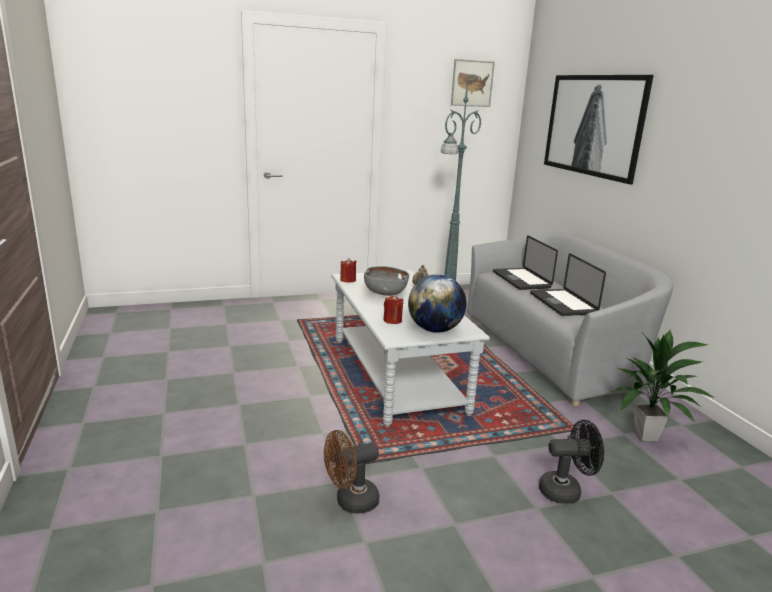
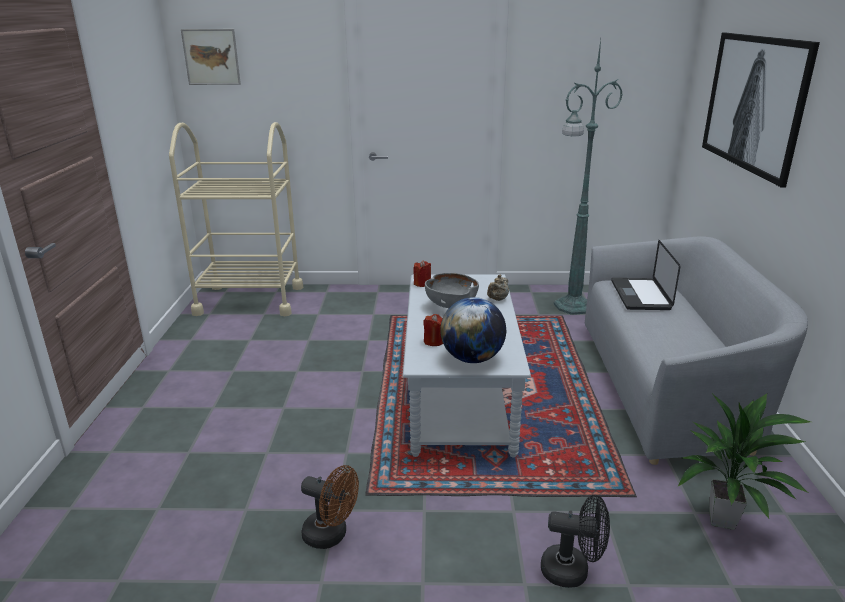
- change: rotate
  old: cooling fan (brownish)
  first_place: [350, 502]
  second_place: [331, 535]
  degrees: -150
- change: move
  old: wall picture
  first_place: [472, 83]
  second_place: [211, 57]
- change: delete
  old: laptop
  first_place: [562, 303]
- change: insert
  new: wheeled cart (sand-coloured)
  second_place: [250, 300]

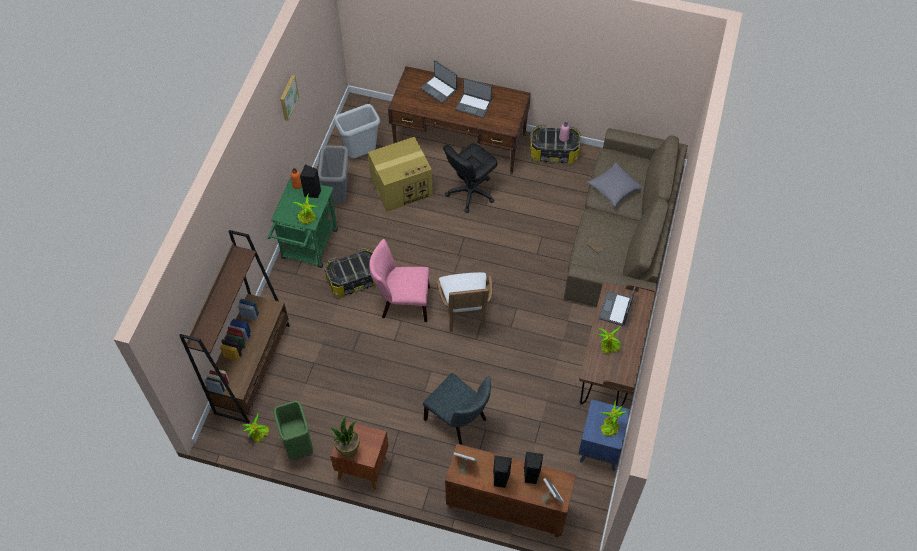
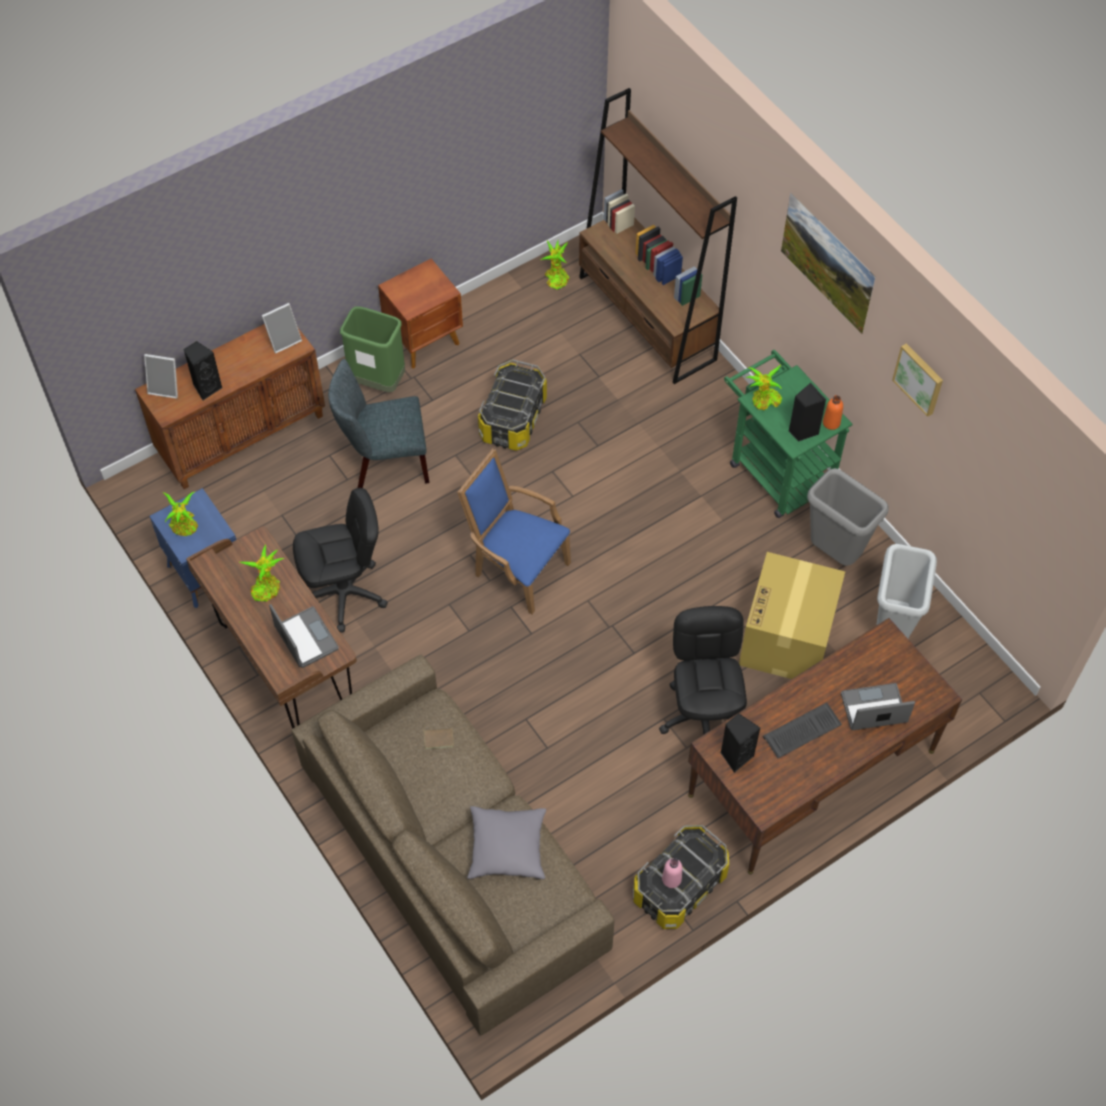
- change: move
  old: trash can (green)
  first_place: [298, 445]
  second_place: [378, 381]
- change: move
  old: storage bin
  first_place: [354, 279]
  second_place: [513, 419]
- change: delete
  old: houseplant
  first_place: [348, 449]
- change: delete
  old: plain chair (pink)
  first_place: [402, 303]
- change: recolor
  old: armchair (whitish)
  new: armchair (blue-coloured)
  first_place: [465, 314]
  second_place: [516, 568]
- change: replace
  old: laptop
  new: computer keyboard
  first_place: [473, 105]
  second_place: [801, 732]
- change: move
  old: audio speaker (black-coloured)
  first_place: [500, 479]
  second_place: [735, 756]
- change: insert
  new: desk chair (black-coloured)
  second_place: [345, 594]
- change: insert
  new: wall picture
  second_place: [823, 278]

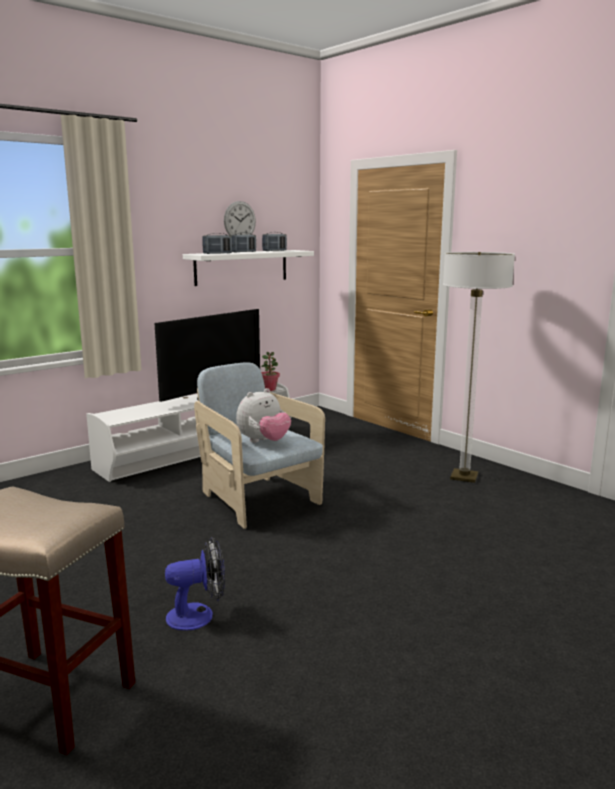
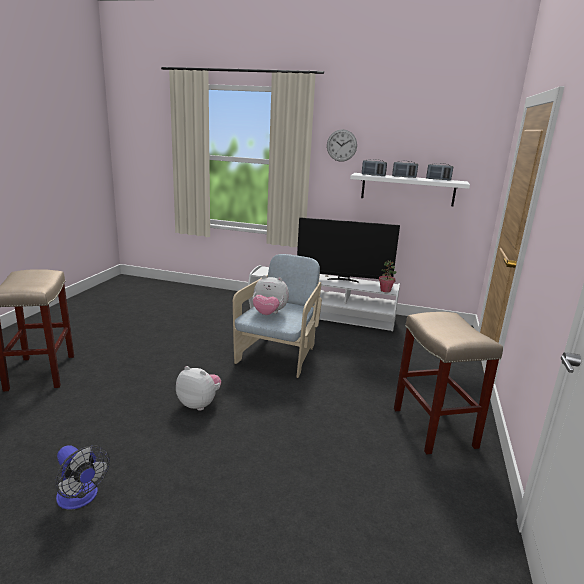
- change: move
  old: cooling fan
  first_place: [198, 615]
  second_place: [81, 498]
- change: move
  old: clock on the wall
  first_place: [239, 221]
  second_place: [341, 145]
- change: replace
  old: standing lamp
  new: sitting stool (sand-coloured)
  first_place: [464, 477]
  second_place: [435, 428]
- change: insert
  new: plush toy
  second_place: [199, 404]

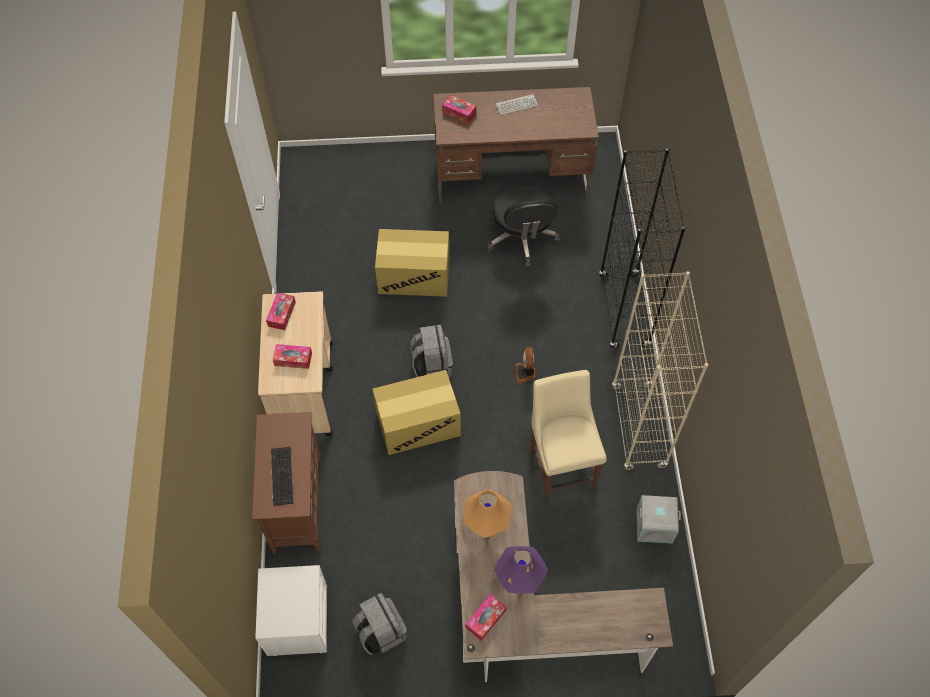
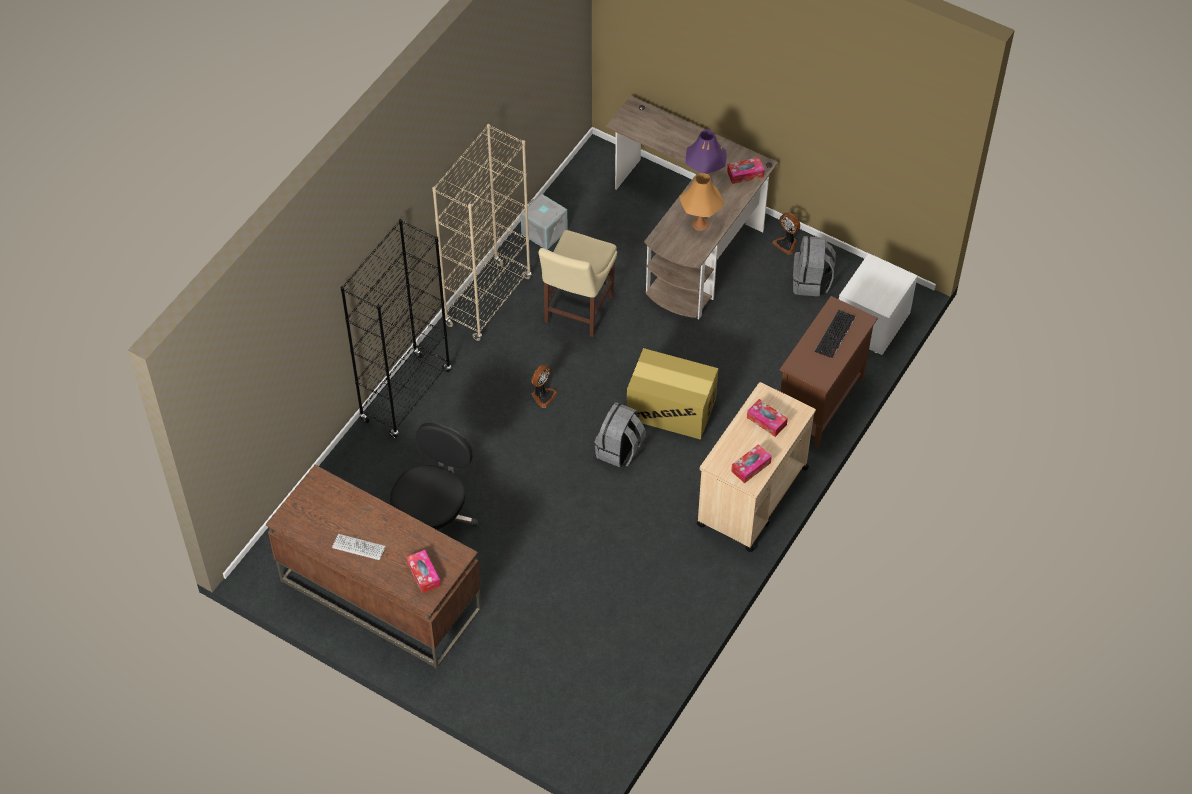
- change: delete
  old: cardboard box
  first_place: [413, 276]
- change: insert
  new: cooling fan
  second_place: [786, 243]

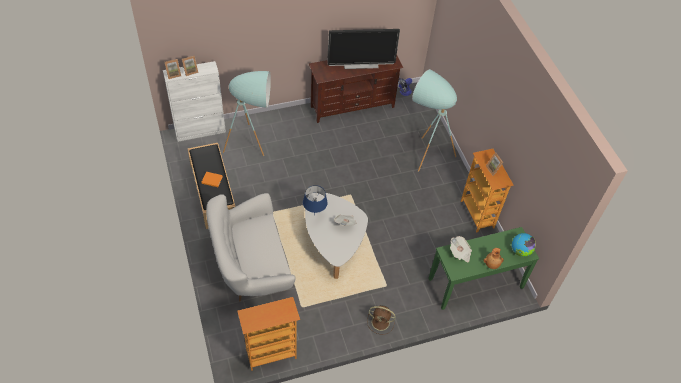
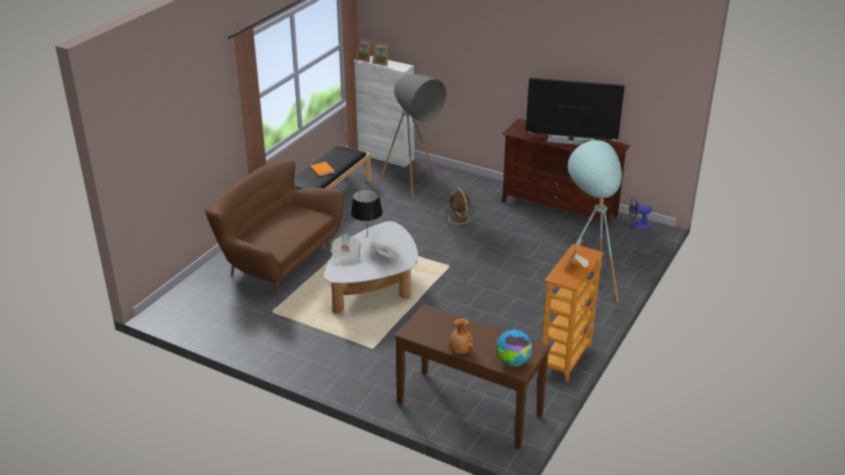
- change: recolor
  old: sofa (whitish)
  new: sofa (brownish)
  first_place: [251, 266]
  second_place: [278, 260]
- change: recolor
  old: standing lamp (turquoise)
  new: standing lamp (gray)
  first_place: [253, 145]
  second_place: [415, 187]
- change: delete
  old: shelving unit
  first_place: [271, 355]
- change: recolor
  old: lamp for a table (blue-coloured)
  new: lamp for a table (black-coloured)
  first_place: [314, 215]
  second_place: [367, 236]
- change: rotate
  old: TV
  first_place: [360, 64]
  second_place: [571, 140]
  degrees: 150
- change: move
  old: cooling fan (brownish)
  first_place: [381, 322]
  second_place: [459, 219]
- change: recolor
  old: hall table (green)
  new: hall table (brownish)
  first_place: [476, 283]
  second_place: [469, 409]
- change: move
  old: printed paper
  first_place: [460, 253]
  second_place: [346, 258]

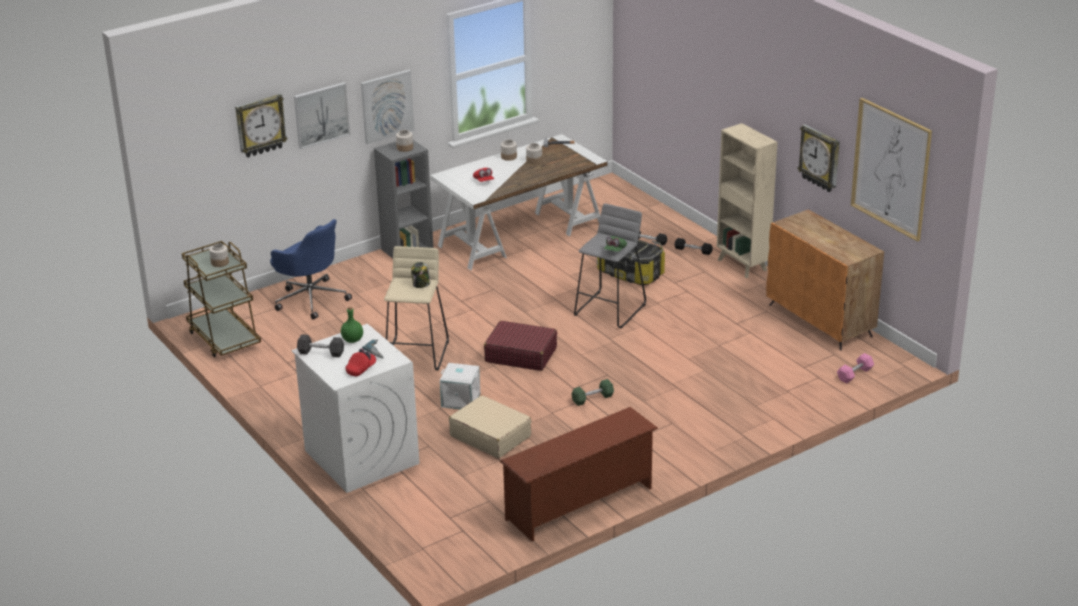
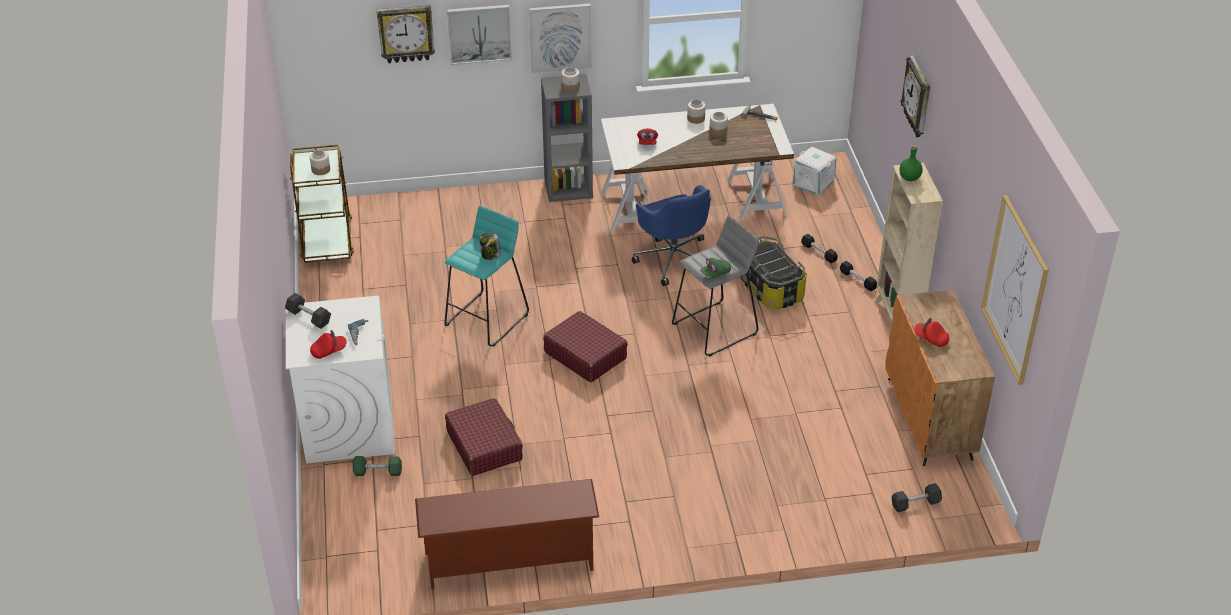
- change: move
  old: desk chair (blue-coloured)
  first_place: [311, 299]
  second_place: [674, 258]
- change: move
  old: bottle (green)
  first_place: [353, 340]
  second_place: [910, 178]
- change: recolor
  old: sitting stool (sand-coloured)
  new: sitting stool (turquoise)
  first_place: [417, 354]
  second_place: [487, 319]
- change: move
  old: storage bin (whitish)
  first_place: [461, 399]
  second_place: [814, 183]
- change: recolor
  old: travel case (sand-coloured)
  new: travel case (red)
  first_place: [490, 436]
  second_place: [484, 445]
- change: move
  old: dumbbell (green)
  first_place: [592, 398]
  second_place: [378, 472]
- change: move
  old: clock on the wall
  first_place: [820, 158]
  second_place: [918, 98]
- change: recolor
  old: dumbbell (pink)
  new: dumbbell (gray)
  first_place: [855, 374]
  second_place: [915, 504]
- change: insert
  new: peaked cap (red)
  second_place: [931, 339]

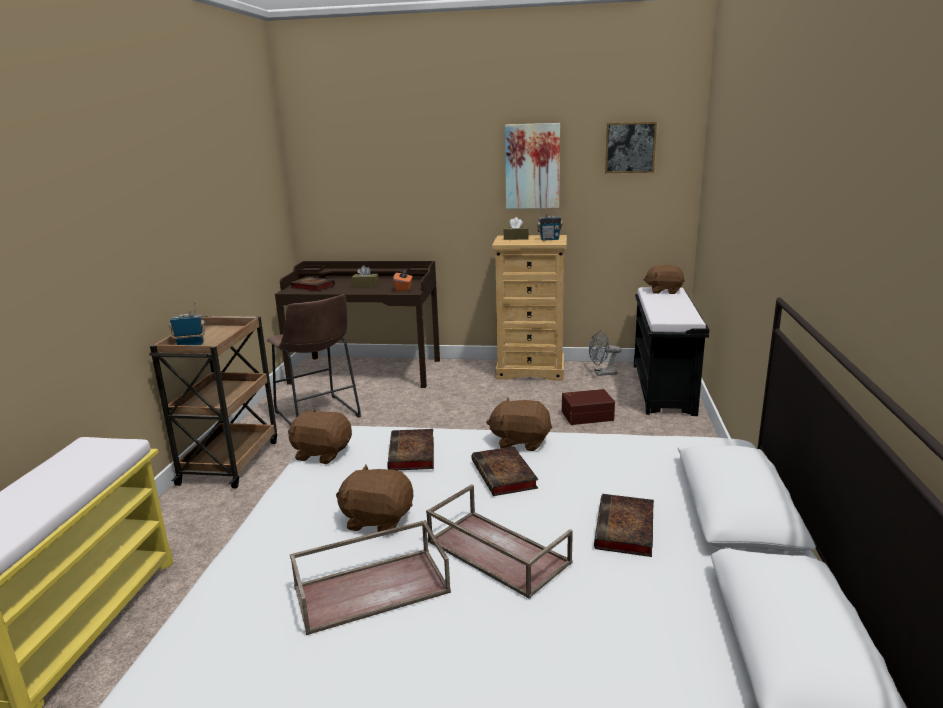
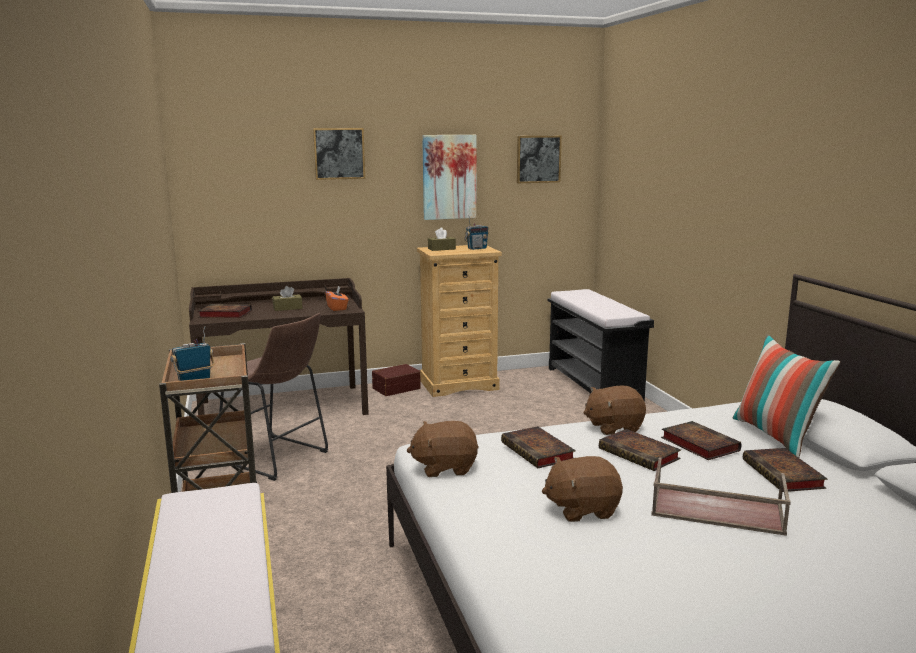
- change: delete
  old: serving tray (brownish)
  first_place: [373, 588]
- change: move
  old: storage bin (brownish)
  first_place: [587, 415]
  second_place: [395, 388]
- change: delete
  old: cooling fan (gray)
  first_place: [602, 373]
- change: delete
  old: plush toy (brownish)
  first_place: [664, 291]
- change: insert
  new: wall picture
  second_place: [339, 153]
- change: insert
  new: bound book
  second_place: [697, 444]
- change: insert
  new: throw pillow
  second_place: [776, 436]

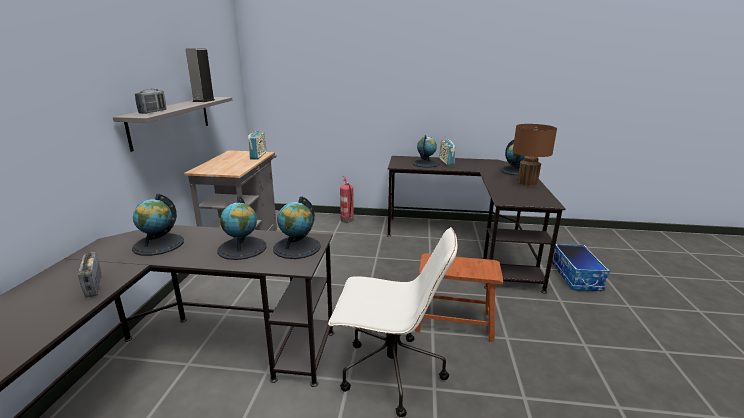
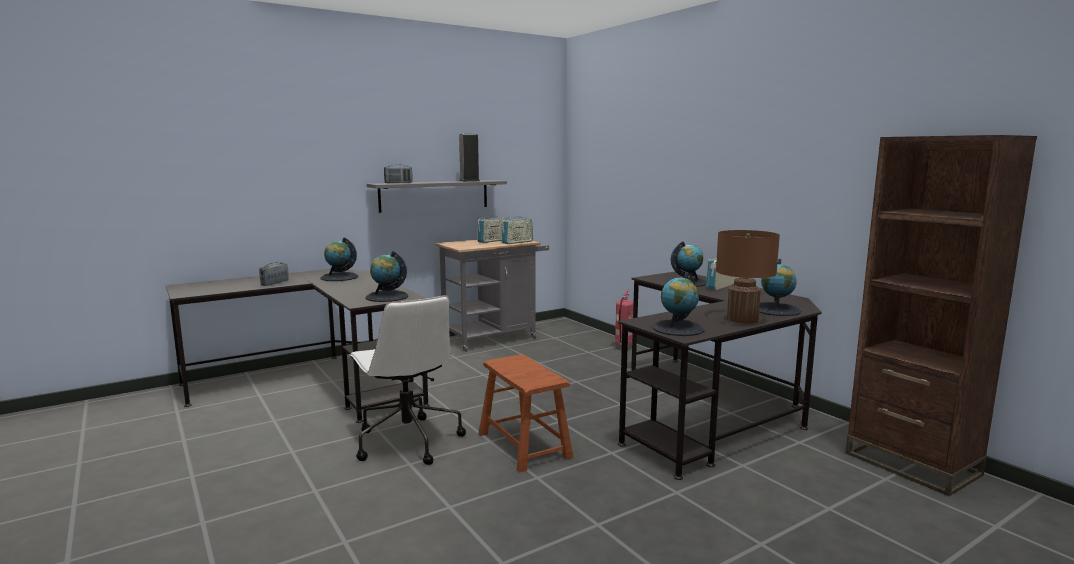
- change: move
  old: globe
  first_place: [242, 248]
  second_place: [678, 328]
- change: delete
  old: storage bin
  first_place: [576, 277]
- change: insert
  new: radio set
  second_place: [492, 241]
- change: insert
  new: shelving unit (brownish)
  second_place: [911, 464]

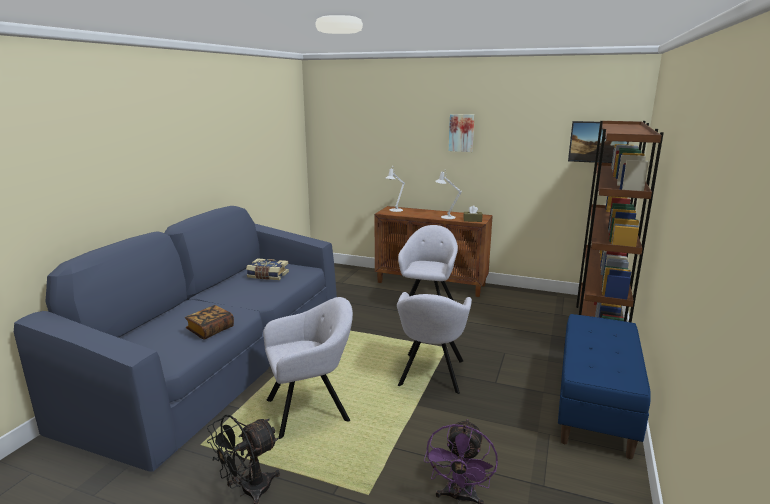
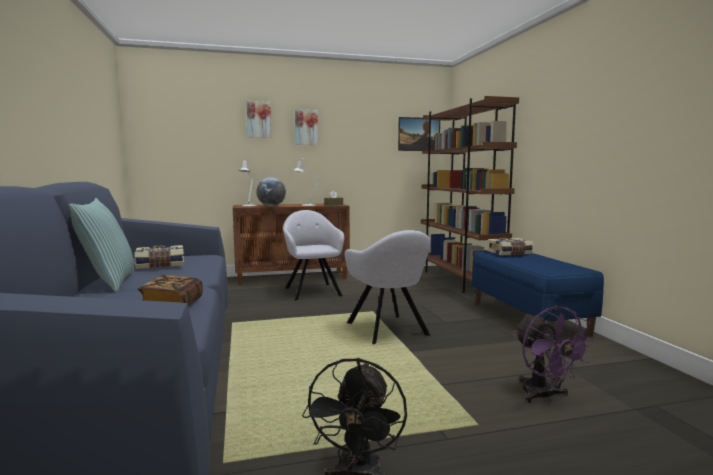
- change: delete
  old: armchair (gray)
  first_place: [311, 409]
- change: insert
  new: throw pillow
  second_place: [108, 282]
- change: insert
  new: wall picture
  second_place: [258, 119]
- change: insert
  new: globe
  second_place: [271, 206]
- change: insert
  new: bound book
  second_place: [510, 253]

